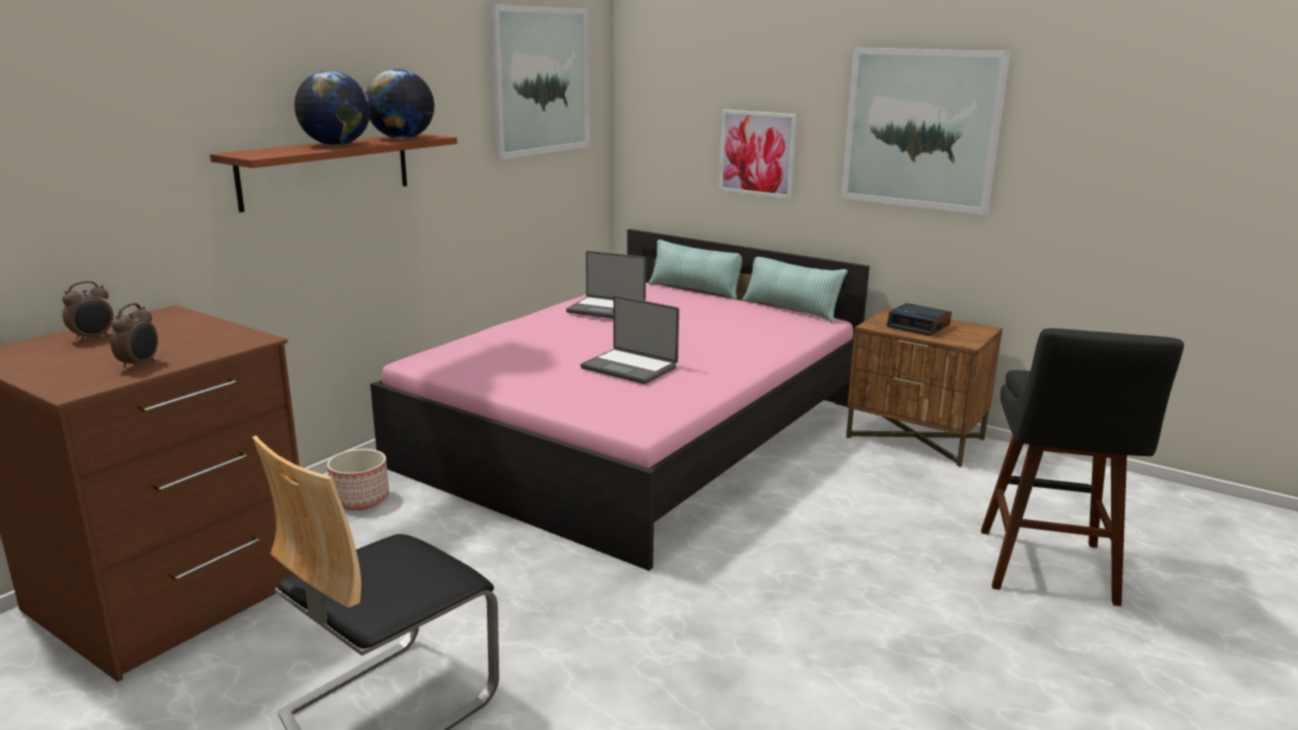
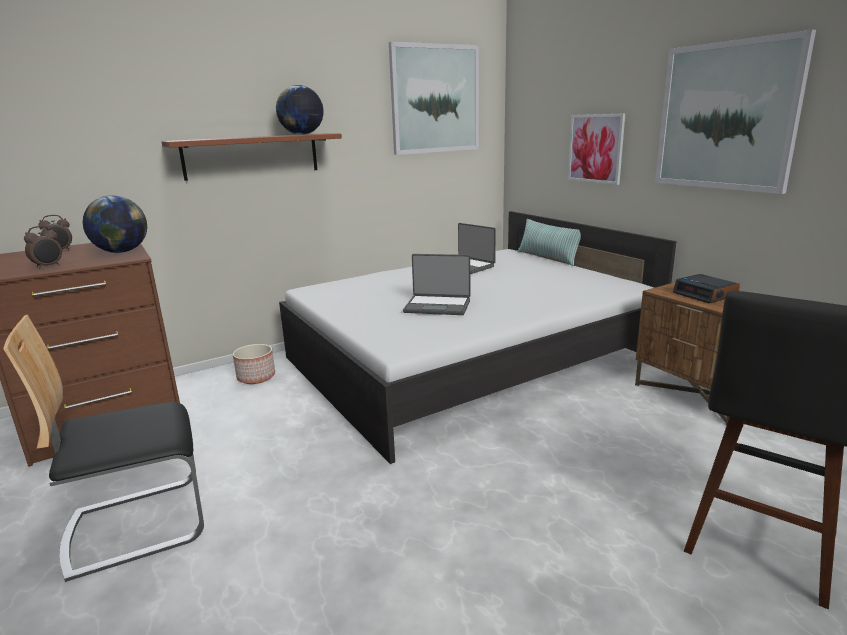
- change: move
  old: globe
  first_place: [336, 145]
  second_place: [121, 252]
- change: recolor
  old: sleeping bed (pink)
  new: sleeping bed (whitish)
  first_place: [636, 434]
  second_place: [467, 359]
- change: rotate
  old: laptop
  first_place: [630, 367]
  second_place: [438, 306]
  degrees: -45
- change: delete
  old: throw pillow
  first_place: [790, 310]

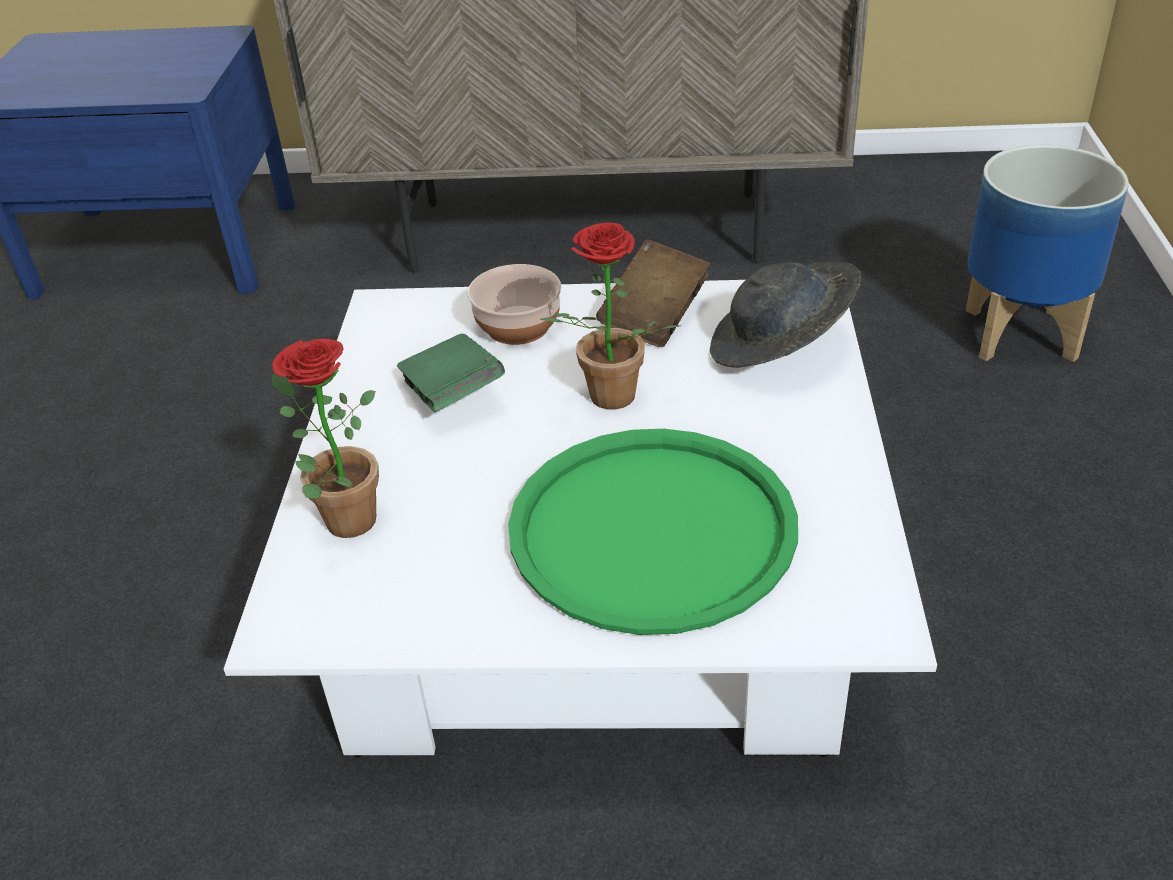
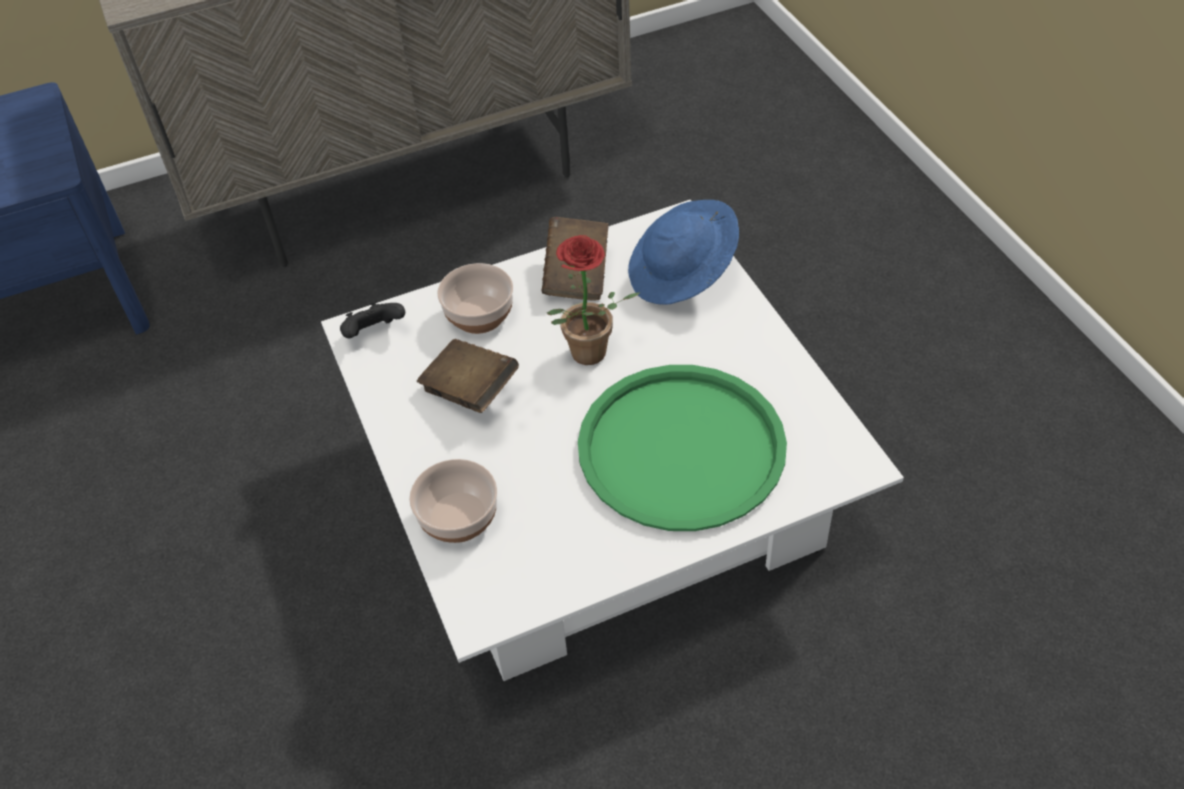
- change: replace
  old: houseplant
  new: serving bowl
  first_place: [341, 517]
  second_place: [458, 517]
- change: recolor
  old: bound book (green)
  new: bound book (brownish)
  first_place: [453, 395]
  second_place: [470, 391]
- change: recolor
  old: hat (gray)
  new: hat (blue-coloured)
  first_place: [781, 348]
  second_place: [682, 274]
- change: delete
  old: plant pot
  first_place: [1022, 334]
- change: insert
  new: gamepad (black-coloured)
  second_place: [374, 333]

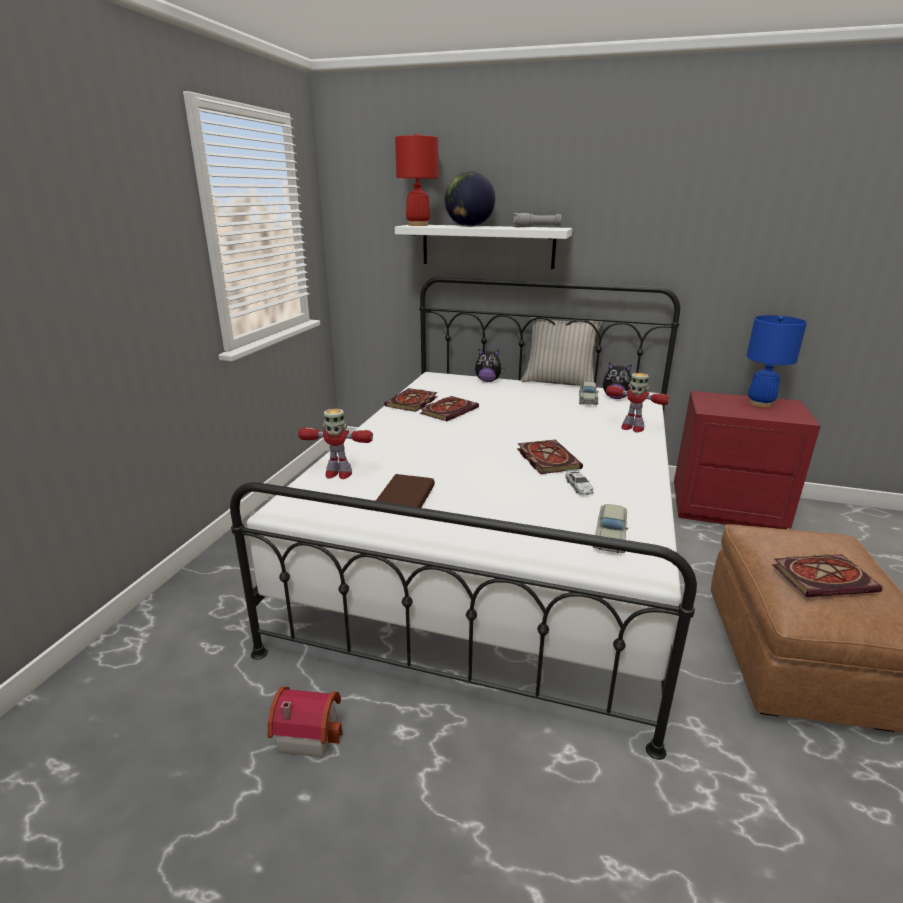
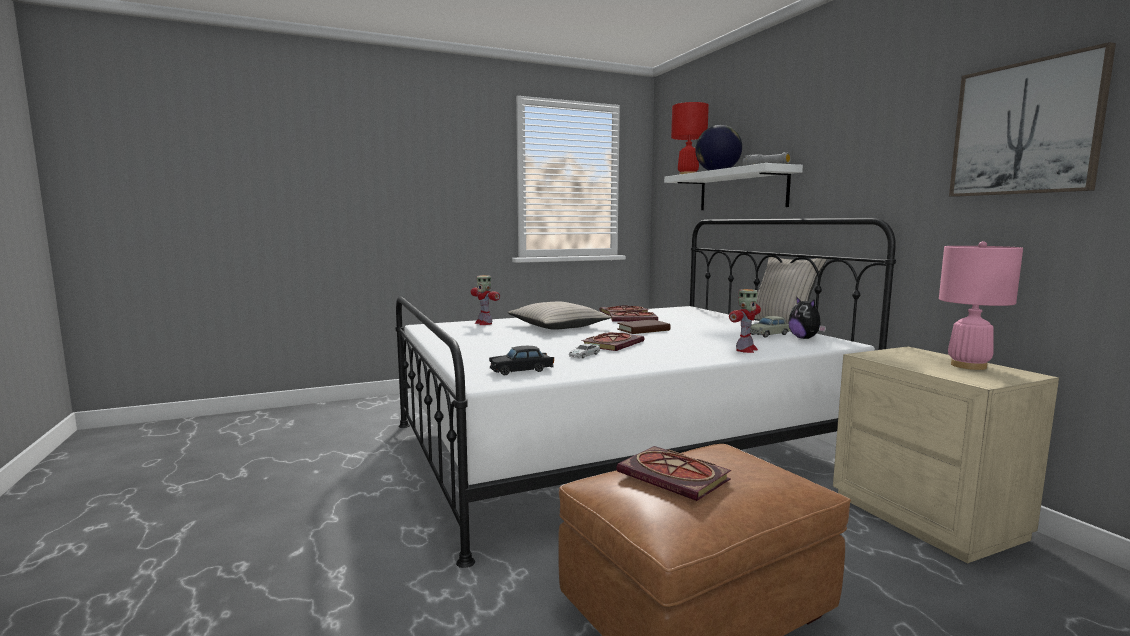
- change: delete
  old: toy house
  first_place: [308, 731]
- change: move
  old: bound book (brownish)
  first_place: [406, 498]
  second_place: [643, 330]
- change: delete
  old: plush toy
  first_place: [488, 381]
- change: recolor
  old: miniature car (sand-coloured)
  new: miniature car (black-coloured)
  first_place: [610, 536]
  second_place: [521, 370]
- change: rotate
  old: robot figure
  first_place: [631, 428]
  second_place: [745, 350]
  degrees: -135
- change: recolor
  old: nightstand (red)
  new: nightstand (sand-coloured)
  first_place: [726, 508]
  second_place: [927, 516]
- change: recolor
  old: lamp for a table (blue-coloured)
  new: lamp for a table (pink)
  first_place: [760, 403]
  second_place: [968, 366]
- change: insert
  new: throw pillow (sand-coloured)
  second_place: [557, 326]
- change: insert
  new: wall picture
  second_place: [1025, 128]

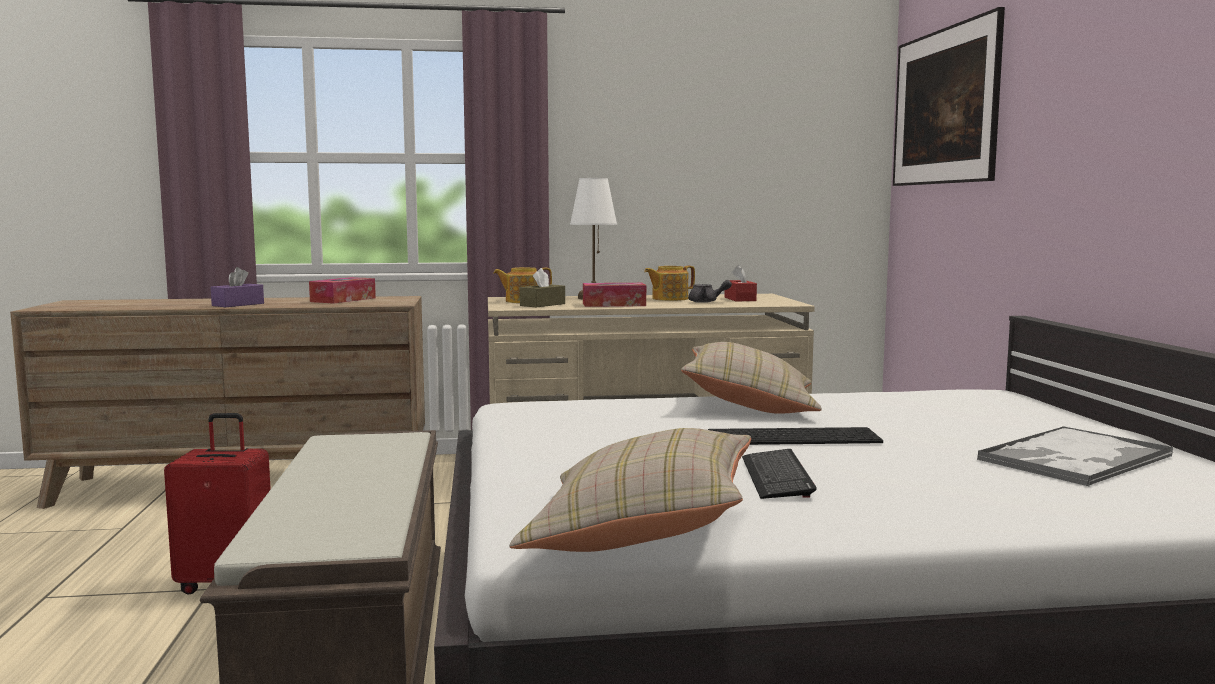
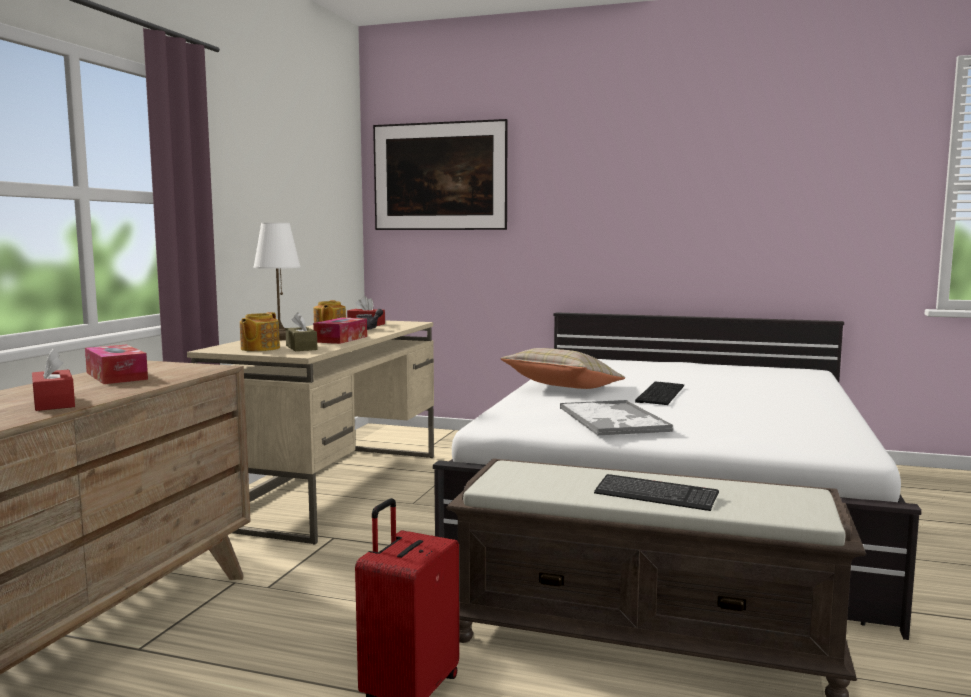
- change: recolor
  old: tissue holder (purplish)
  new: tissue holder (red)
  first_place: [238, 304]
  second_place: [54, 403]
- change: delete
  old: throw pillow (sand-coloured)
  first_place: [640, 533]
- change: move
  old: computer keyboard
  first_place: [776, 476]
  second_place: [655, 495]
- change: move
  old: serving tray
  first_place: [1074, 458]
  second_place: [613, 420]

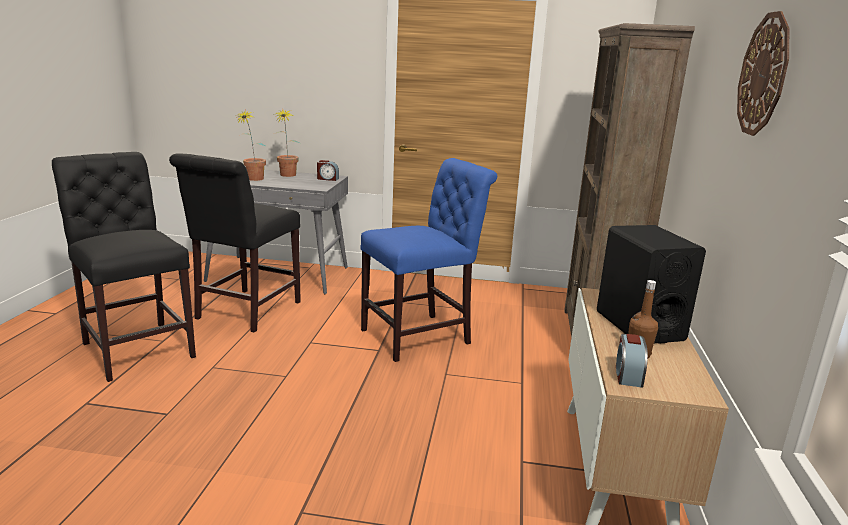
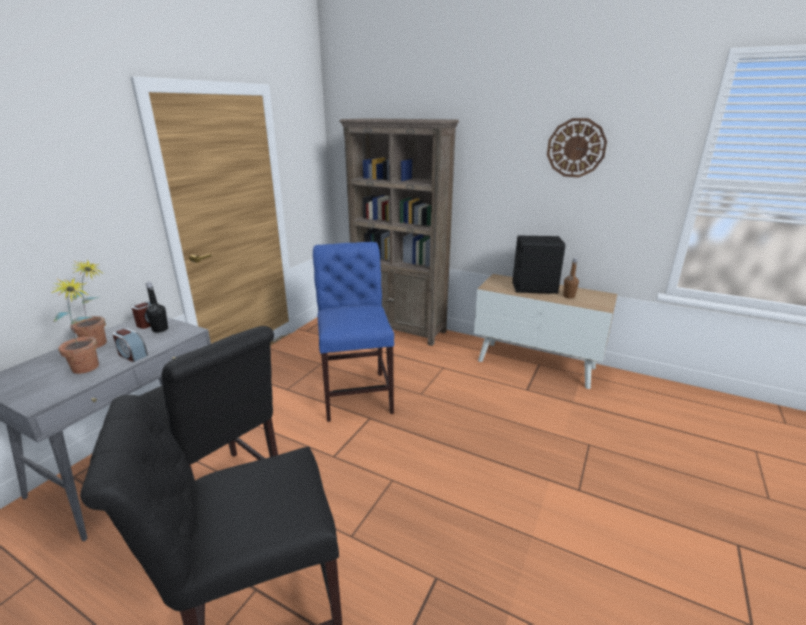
- change: move
  old: table clock
  first_place: [628, 375]
  second_place: [132, 355]
- change: insert
  new: bottle (black-coloured)
  second_place: [160, 329]

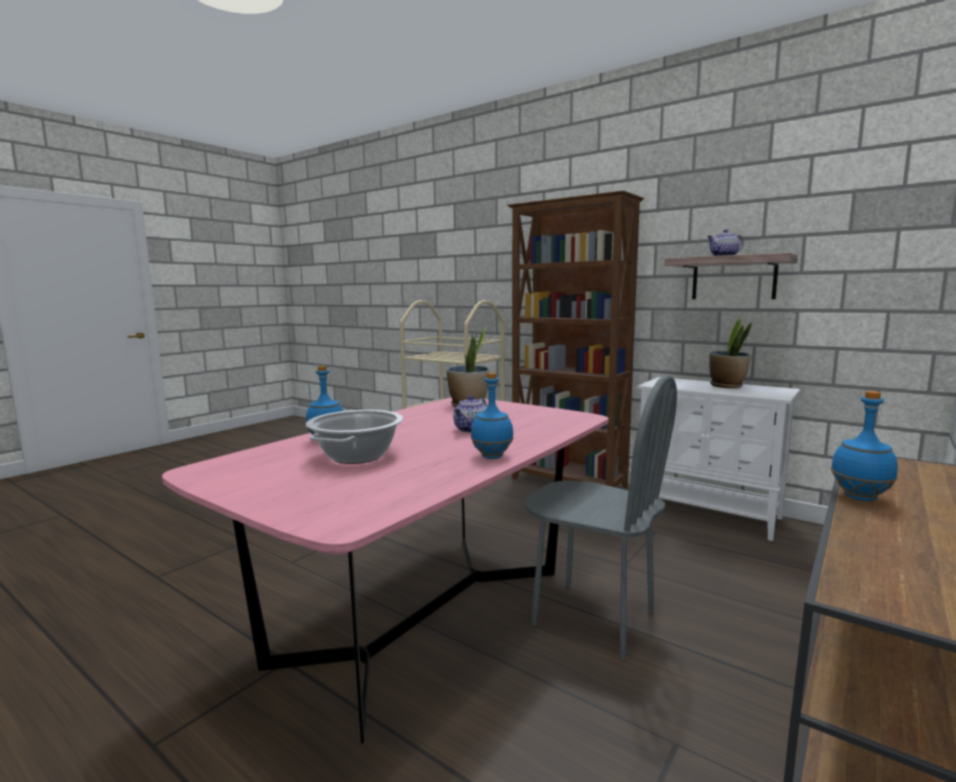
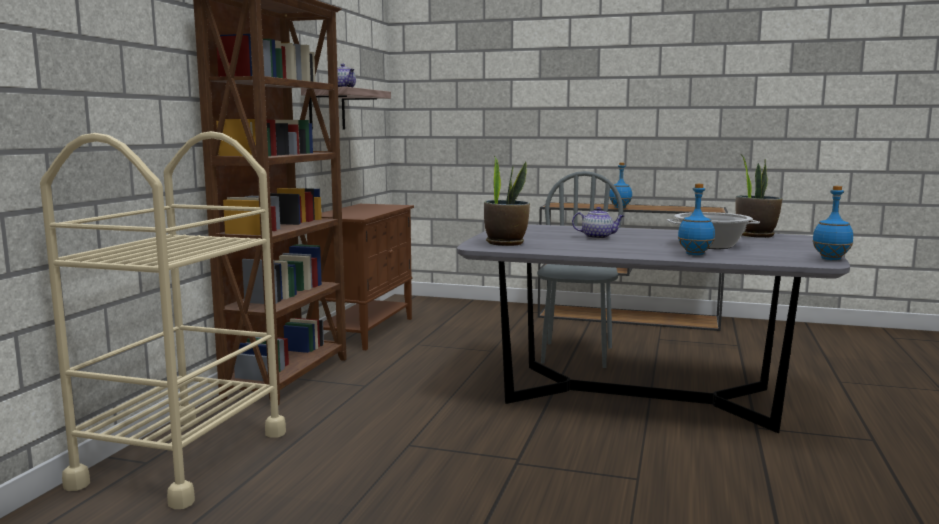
- change: recolor
  old: kitchen table (pink)
  new: kitchen table (gray)
  first_place: [428, 616]
  second_place: [639, 396]
- change: move
  old: bottle (blue-coloured)
  first_place: [492, 456]
  second_place: [830, 259]
- change: recolor
  old: cupboard (whitish)
  new: cupboard (brownish)
  first_place: [709, 514]
  second_place: [365, 331]
- change: move
  old: houseplant
  first_place: [727, 386]
  second_place: [755, 235]

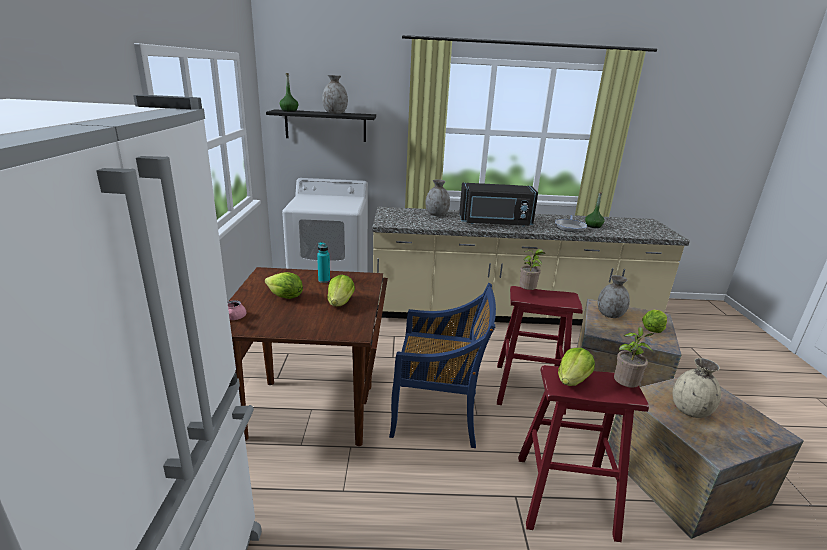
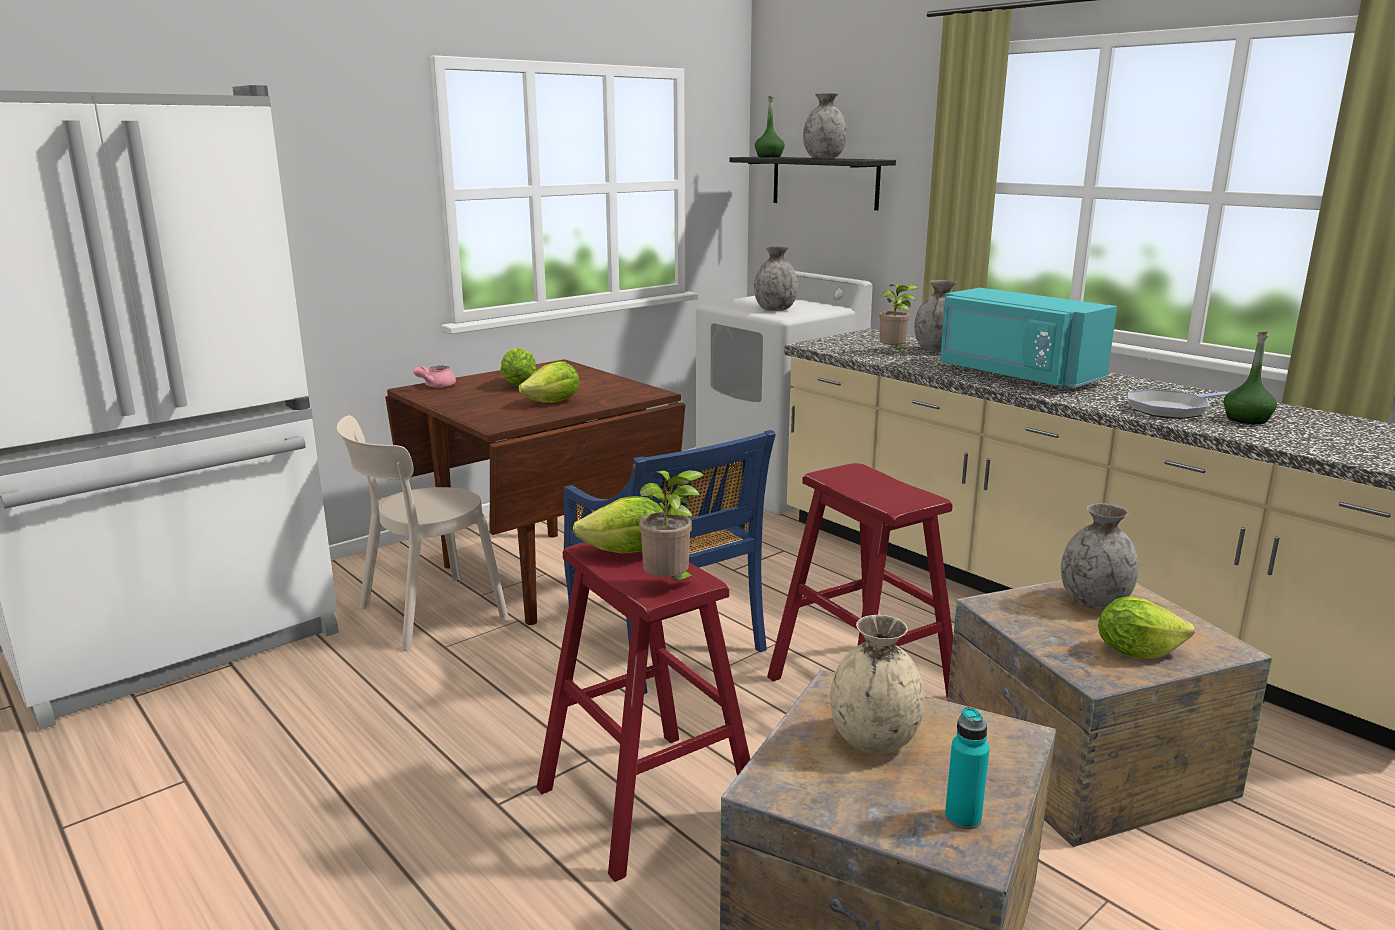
- change: move
  old: bottle (turquoise)
  first_place: [324, 280]
  second_place: [963, 818]
- change: recolor
  old: microwave (black-coloured)
  new: microwave (turquoise)
  first_place: [495, 223]
  second_place: [1015, 376]
- change: move
  old: houseplant
  first_place: [527, 292]
  second_place: [894, 353]
- change: insert
  new: plain chair (sand-coloured)
  second_place: [426, 614]
- change: insert
  new: vase (gray)
  second_place: [775, 309]

